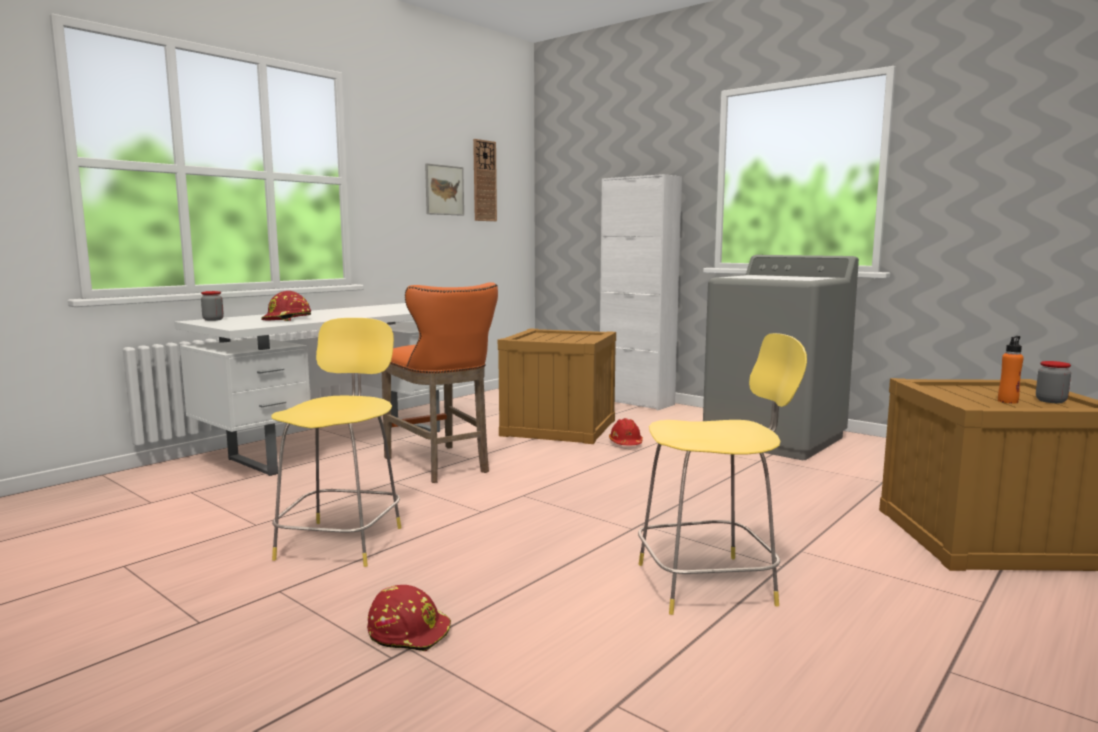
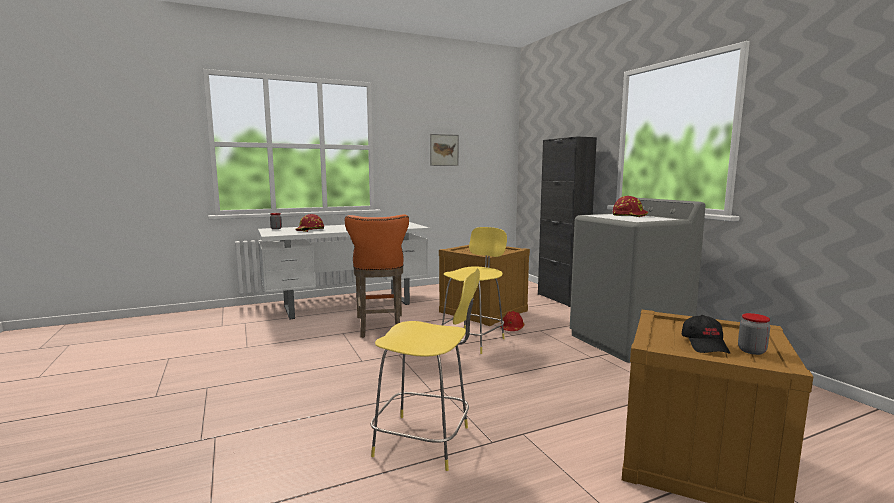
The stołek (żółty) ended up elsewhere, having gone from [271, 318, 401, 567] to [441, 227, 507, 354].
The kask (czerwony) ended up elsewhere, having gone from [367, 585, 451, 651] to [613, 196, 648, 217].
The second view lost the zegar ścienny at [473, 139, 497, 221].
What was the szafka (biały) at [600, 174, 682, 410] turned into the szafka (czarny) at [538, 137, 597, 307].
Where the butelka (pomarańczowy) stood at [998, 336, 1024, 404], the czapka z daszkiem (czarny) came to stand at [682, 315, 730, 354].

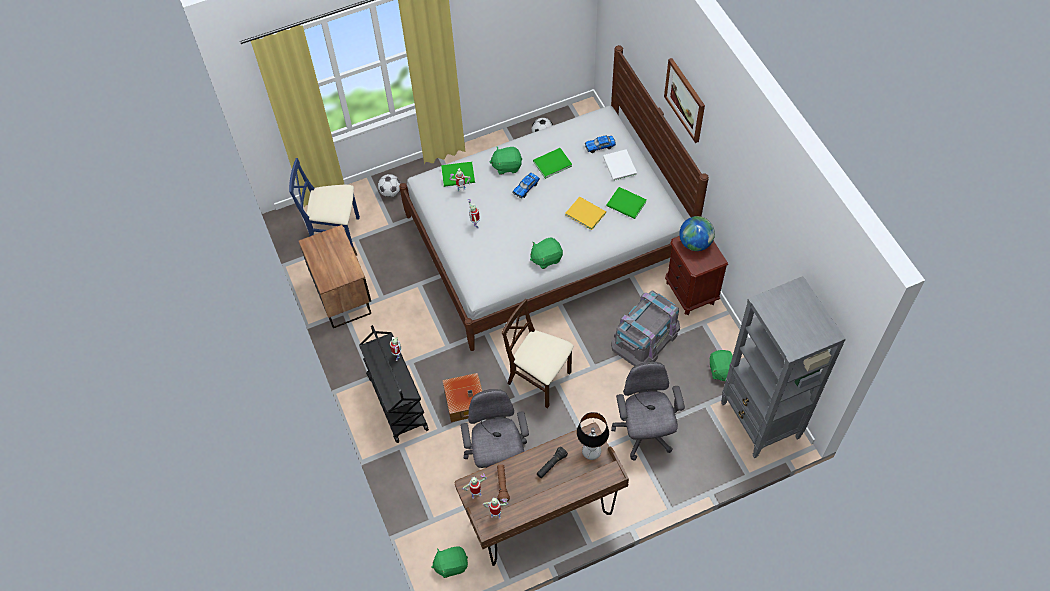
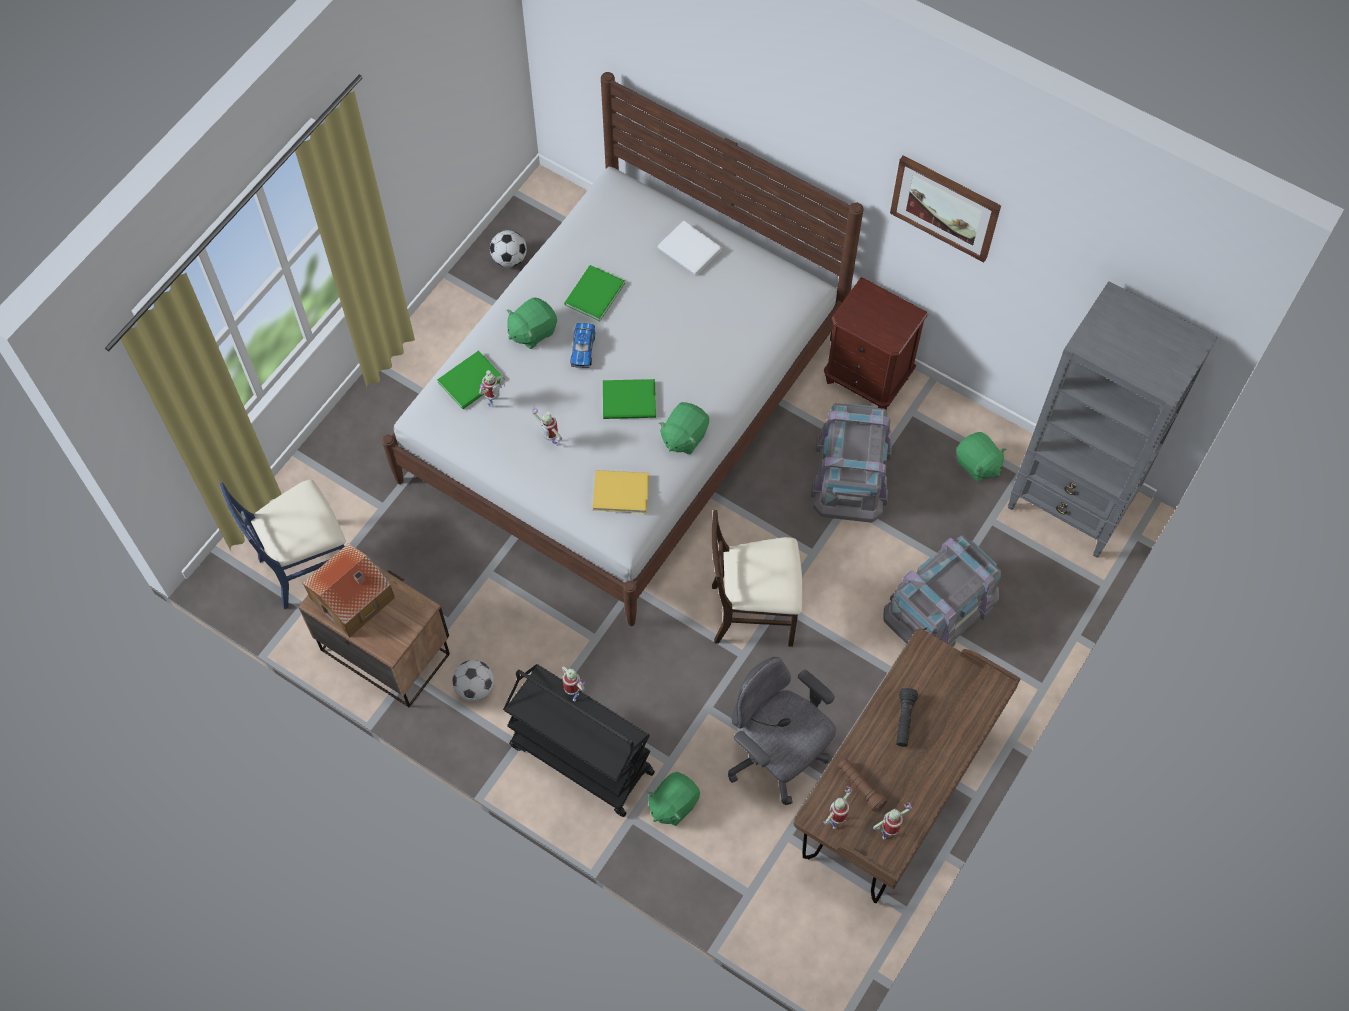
The piłka futbolowa ended up elsewhere, having gone from [378, 174, 401, 197] to [452, 660, 494, 701].
The pluszak (zielony) ended up elsewhere, having gone from [431, 546, 468, 578] to [648, 772, 700, 826].
The domek ended up elsewhere, having gone from [442, 373, 482, 422] to [303, 543, 395, 638].
The książka (żółty) ended up elsewhere, having gone from [566, 197, 606, 230] to [592, 470, 649, 513].
The second view lost the lampa stołowa at [577, 412, 609, 460].
The second view lost the samochodzik at [585, 136, 616, 153].
The książka (zielony) ended up elsewhere, having gone from [606, 187, 647, 219] to [603, 379, 656, 419].
Where the krzesło biurowe (szary) stood at [611, 362, 685, 461], the pojemnik do przechowywania (szary) came to stand at [884, 535, 1001, 647].
The obraz ended up elsewhere, having gone from [664, 58, 705, 143] to [890, 155, 1001, 263].
The second view lost the globus at [679, 216, 715, 251].

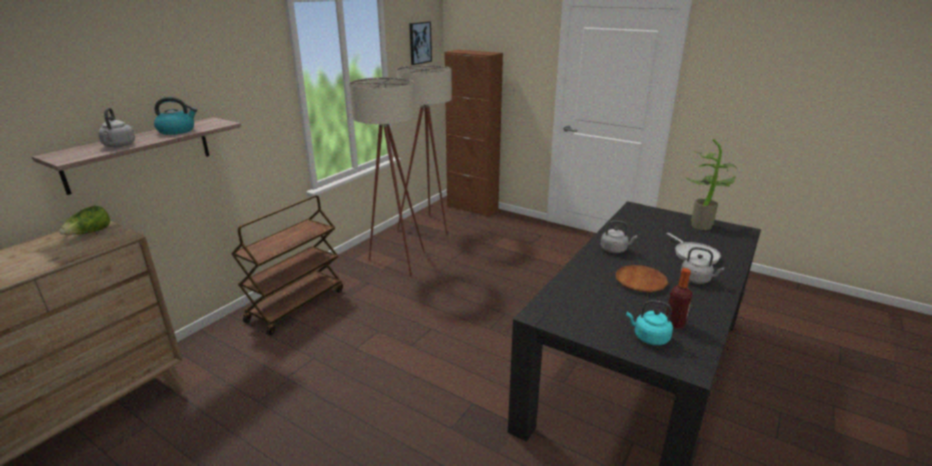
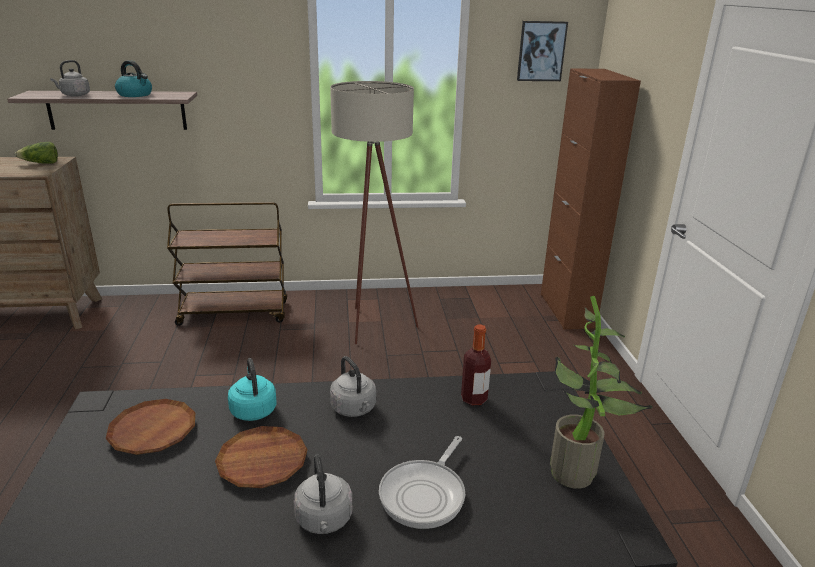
The second view lost the lampa stojąca (beżowy) at [396, 65, 452, 235].
The czajnik (turkusowy) ended up elsewhere, having gone from [626, 300, 673, 345] to [228, 358, 277, 421].
The butelka ended up elsewhere, having gone from [666, 268, 692, 329] to [461, 324, 491, 406].
The second view gained the talerz (brązowy) at [106, 399, 195, 455].

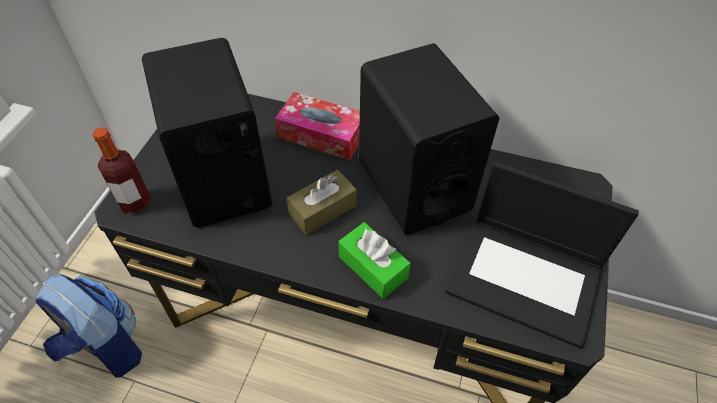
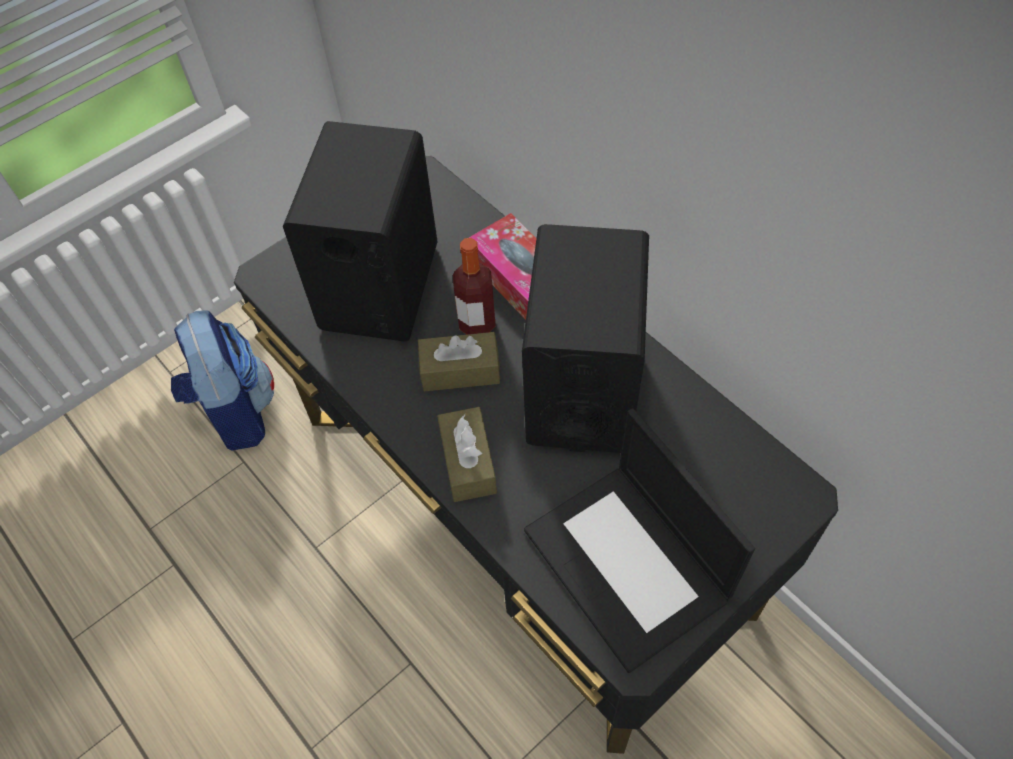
The butelka ended up elsewhere, having gone from [92, 127, 151, 213] to [453, 238, 496, 334].
What was the pudełko chusteczek (zielony) at [338, 222, 411, 299] turned into the pudełko chusteczek (brązowy) at [437, 407, 497, 502].

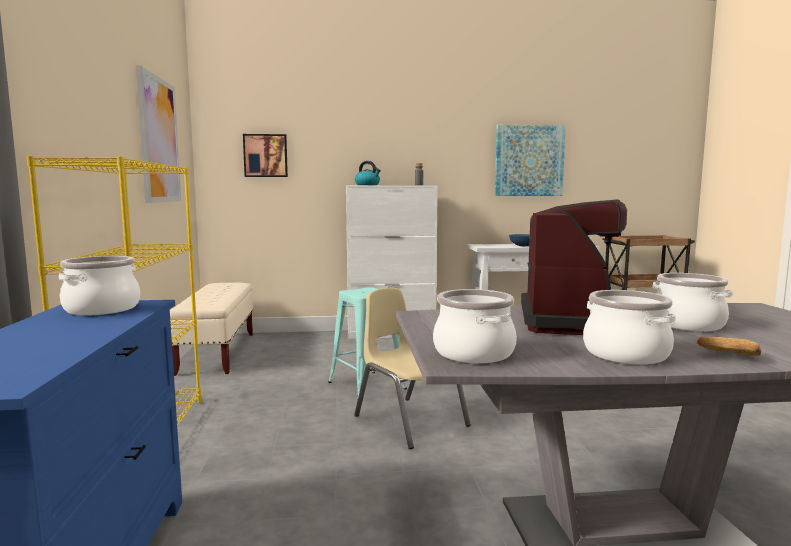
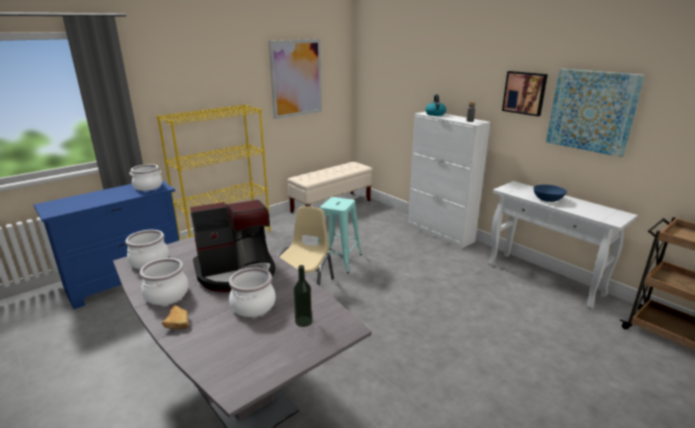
The obraz ended up elsewhere, having gone from [243, 134, 288, 177] to [502, 71, 548, 116].
The second view gained the butelka at [293, 265, 313, 327].

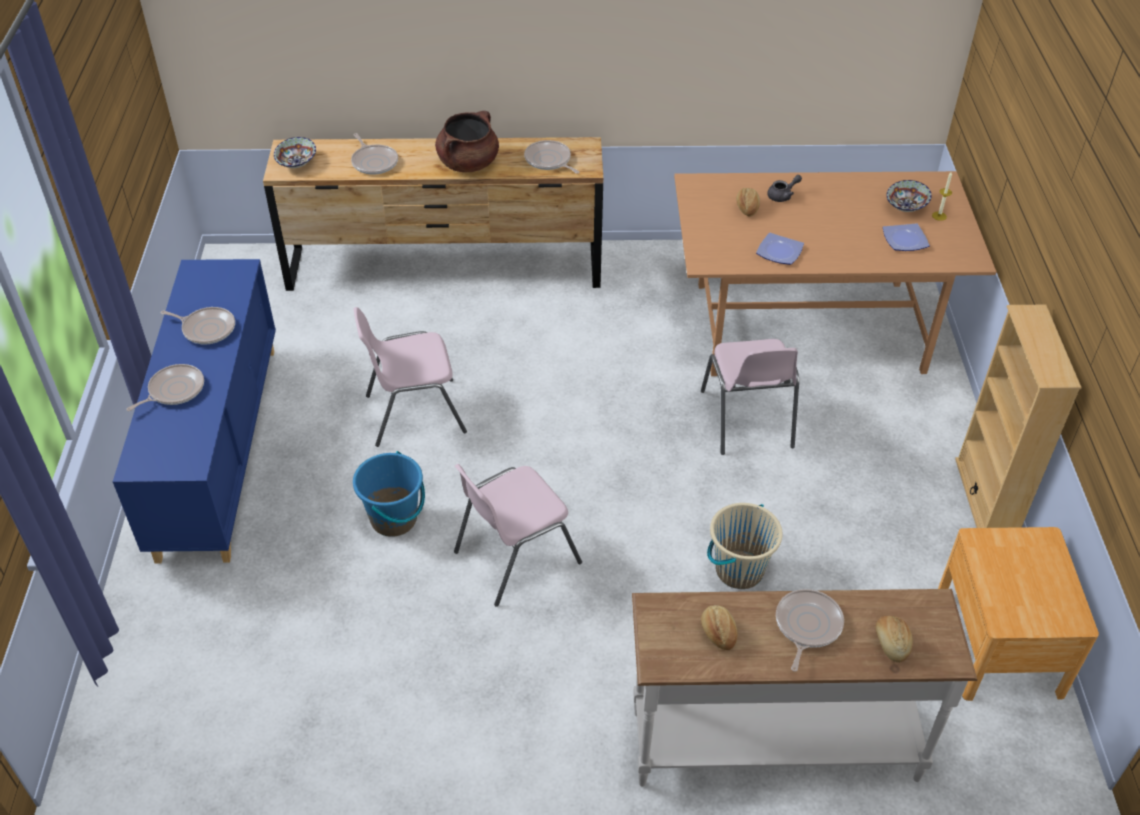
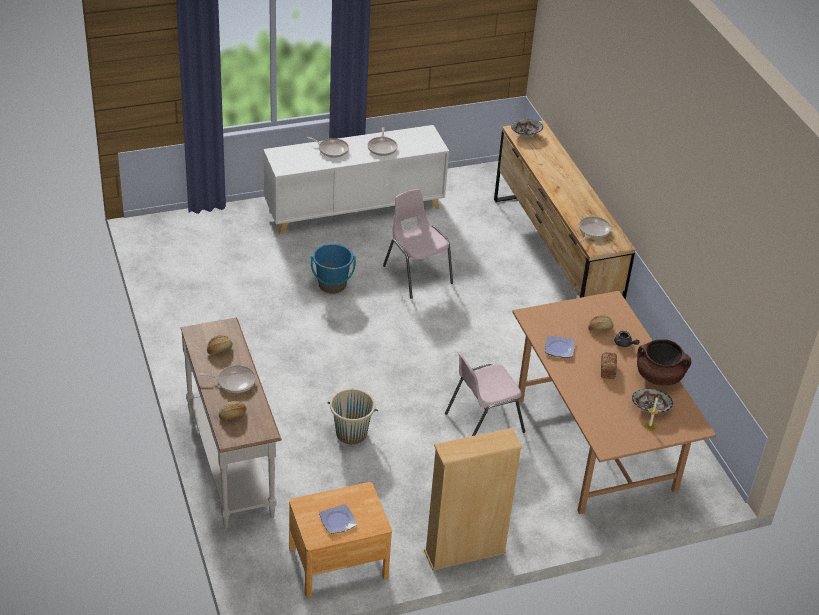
What was the szafka (niebieski) at [113, 259, 276, 563] turned into the szafka (biały) at [263, 125, 449, 235].
The second view lost the patelnia at [351, 133, 398, 175].
The garnek (brązowy) ended up elsewhere, having gone from [435, 111, 499, 172] to [637, 339, 691, 386].
The second view lost the krzesło (różowy) at [454, 464, 582, 607].
The talerz ended up elsewhere, having gone from [882, 223, 930, 251] to [319, 504, 357, 534].
The second view gained the chleb at [601, 352, 617, 379].

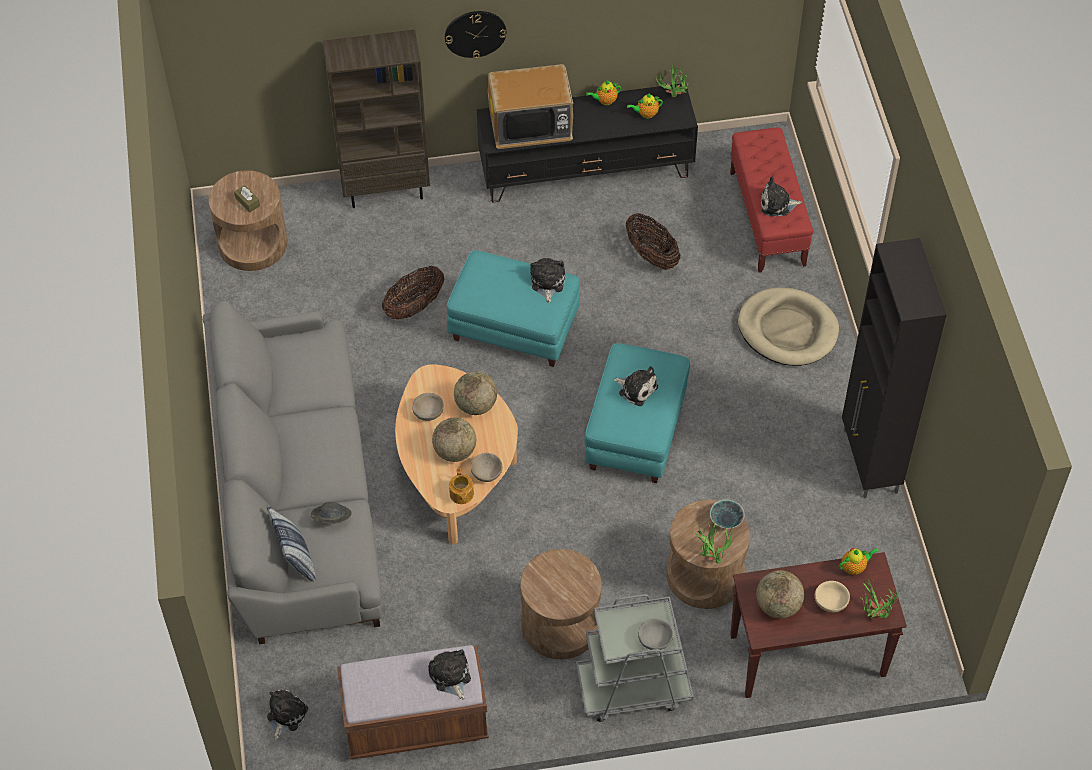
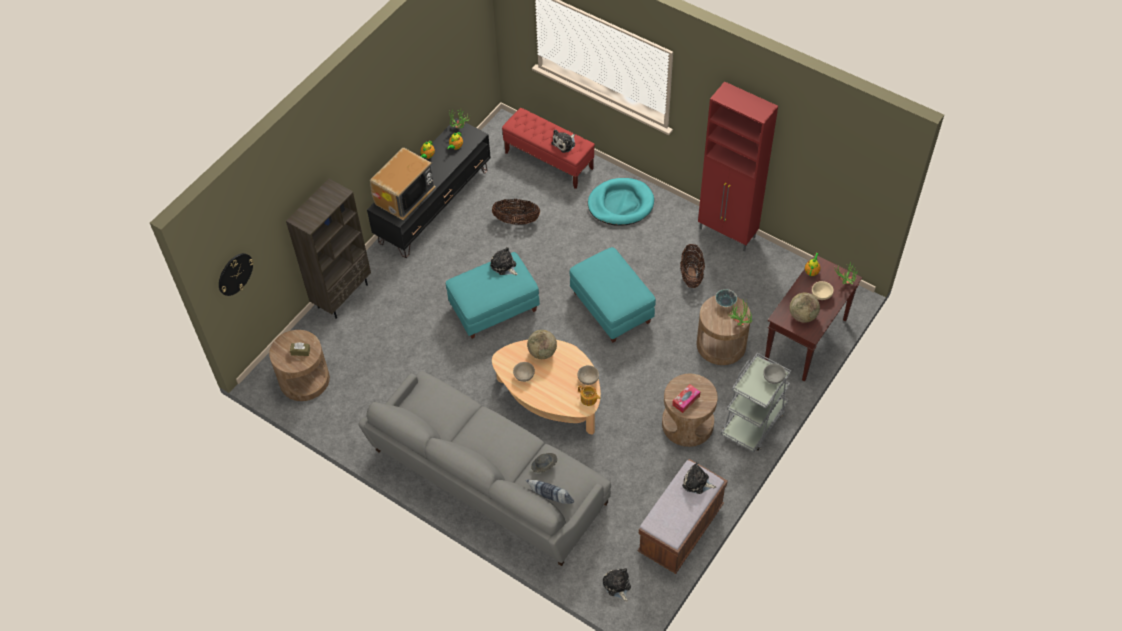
The koszyk ended up elsewhere, having gone from [382, 266, 444, 320] to [680, 244, 705, 288].
The second view lost the globus at [432, 418, 476, 462].
The zegar ścienny ended up elsewhere, having gone from [445, 11, 506, 59] to [219, 253, 254, 296].
The second view lost the pluszak at [613, 366, 658, 406].
What was the legowisko (beżowy) at [738, 287, 839, 366] turned into the legowisko (turkusowy) at [588, 178, 654, 226].
What was the szafka (czarny) at [842, 238, 946, 498] turned into the szafka (czerwony) at [698, 81, 778, 251].
The second view gained the pudełko chusteczek at [672, 384, 700, 413].

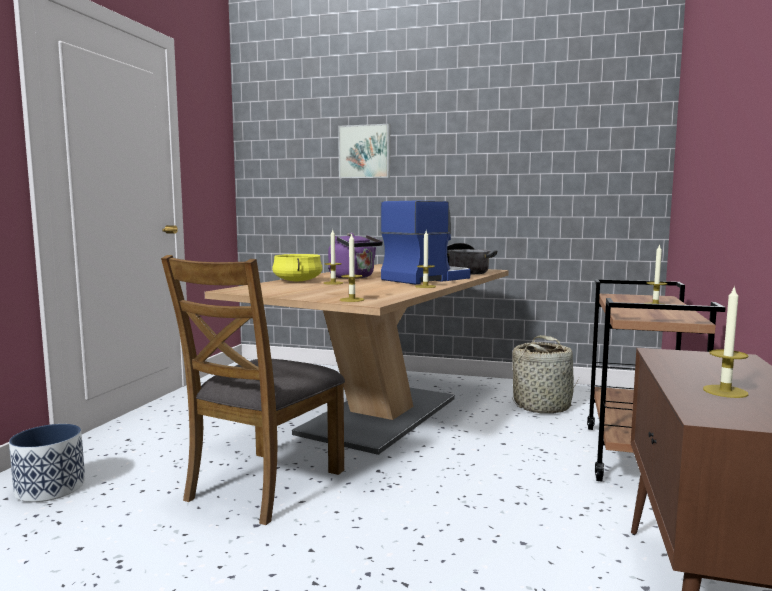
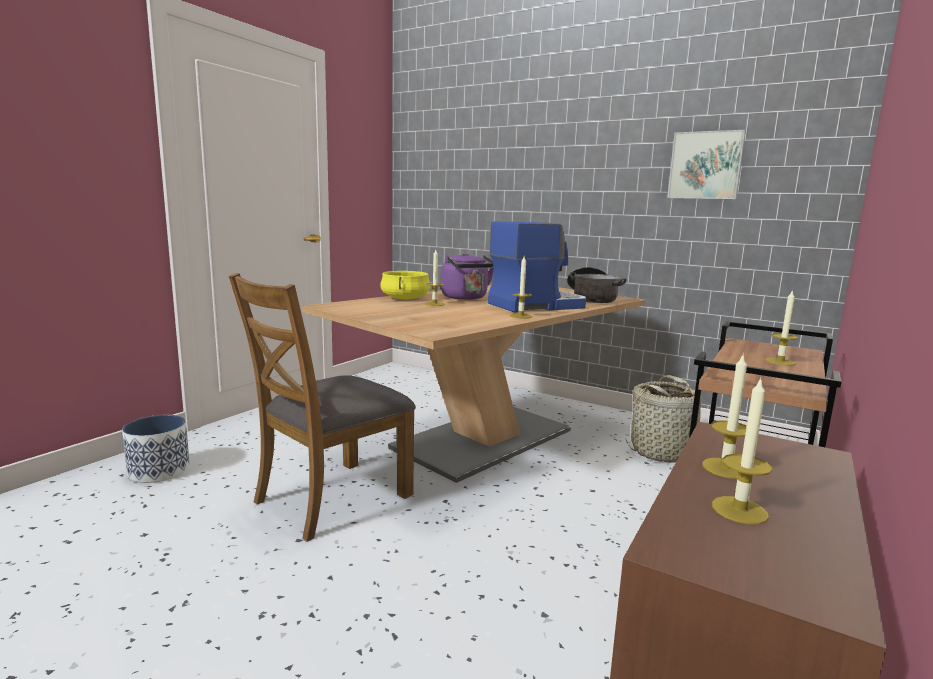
The obraz ended up elsewhere, having gone from [338, 124, 390, 179] to [667, 130, 746, 199].
The świeca ended up elsewhere, having gone from [340, 233, 365, 302] to [702, 353, 747, 479].

